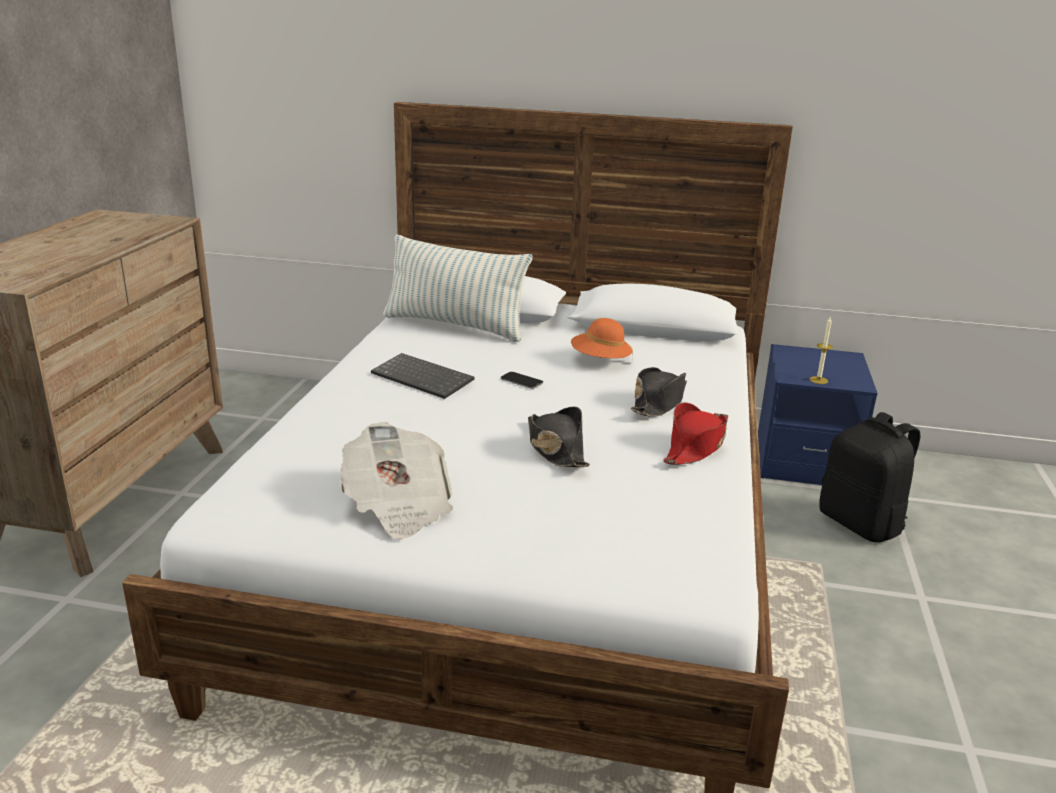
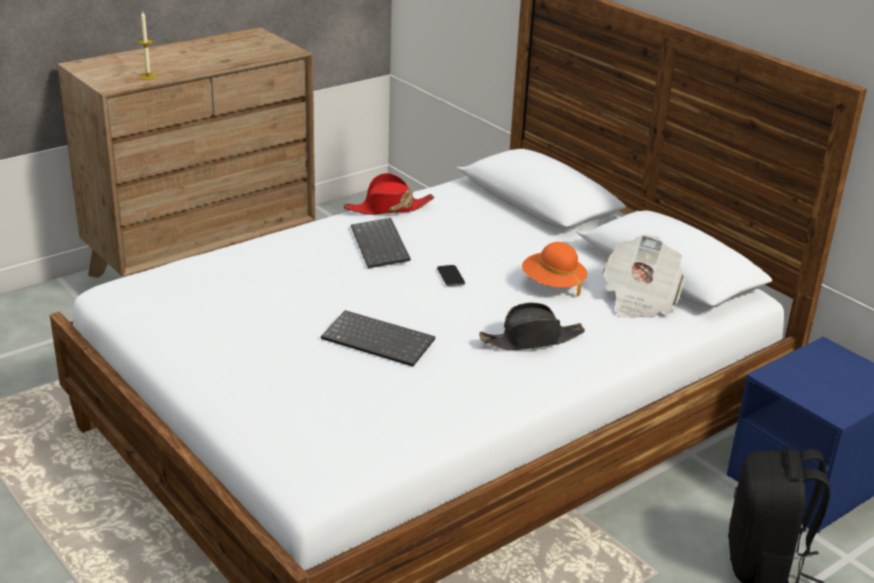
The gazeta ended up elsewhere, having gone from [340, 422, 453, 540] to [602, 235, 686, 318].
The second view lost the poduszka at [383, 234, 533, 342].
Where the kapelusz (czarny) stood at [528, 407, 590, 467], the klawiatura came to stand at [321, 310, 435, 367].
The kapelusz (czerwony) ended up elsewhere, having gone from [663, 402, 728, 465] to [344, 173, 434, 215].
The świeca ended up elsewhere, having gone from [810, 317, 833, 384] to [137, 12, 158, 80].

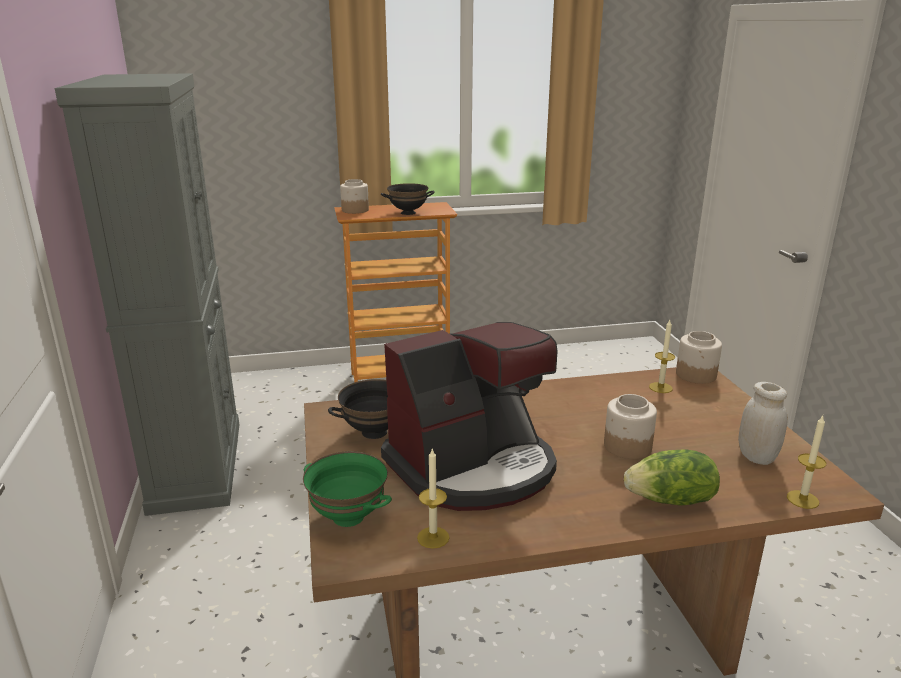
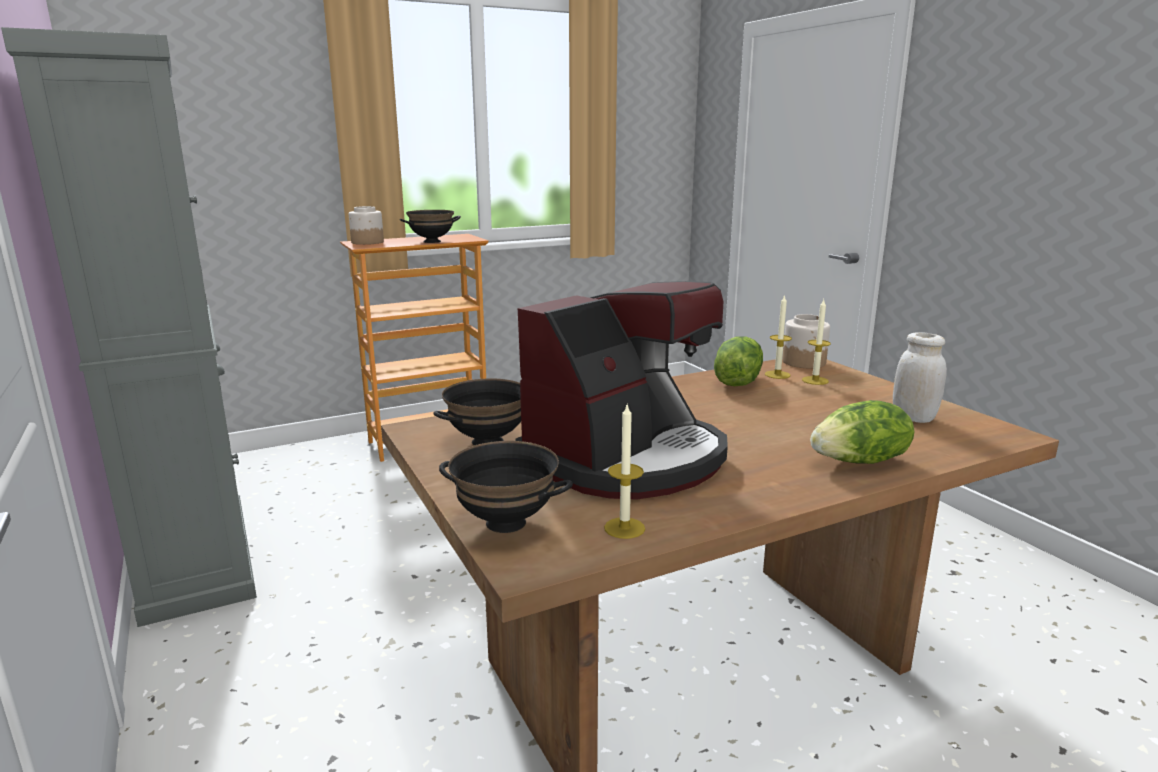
What was the miska (zielony) at [303, 451, 392, 527] turned into the miska (czarny) at [439, 441, 573, 533].
The second view lost the słoik at [604, 394, 657, 459].
The świeca ended up elsewhere, having gone from [787, 416, 826, 509] to [802, 300, 831, 385].
The second view gained the sałata at [714, 336, 763, 386].

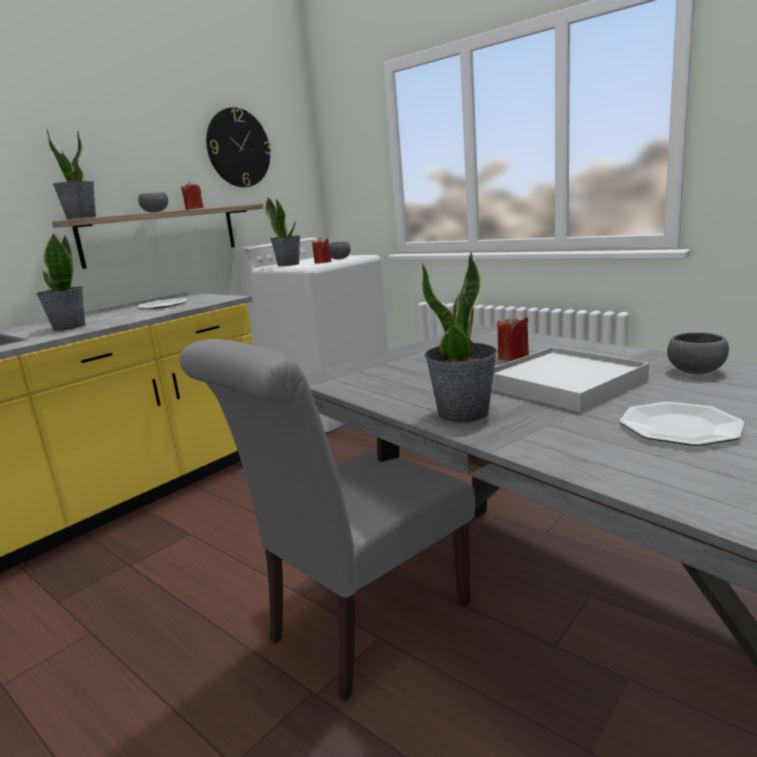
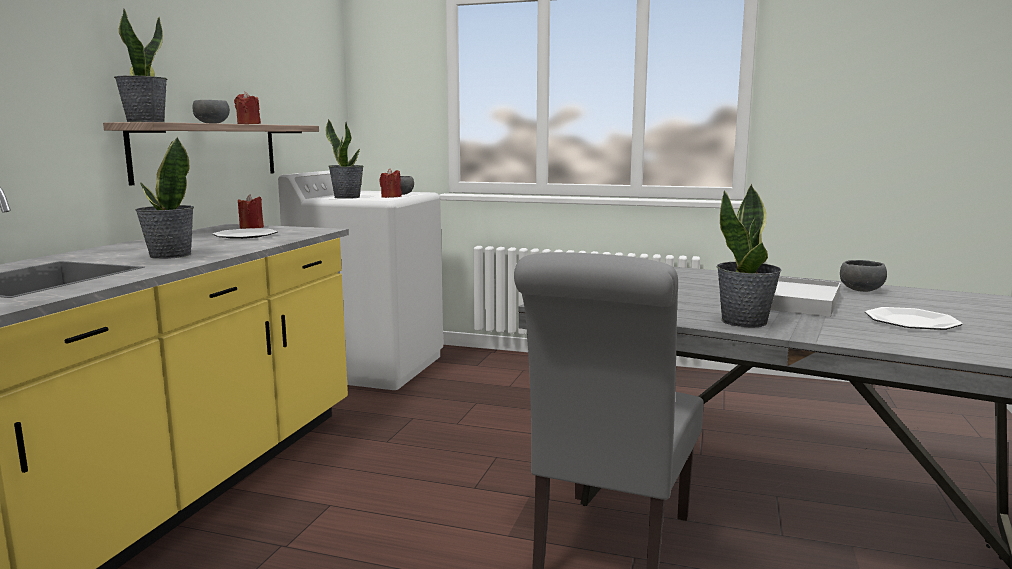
The second view lost the zegar ścienny at [206, 107, 271, 187].
The świeca (czerwony) ended up elsewhere, having gone from [497, 313, 529, 361] to [238, 194, 264, 229].

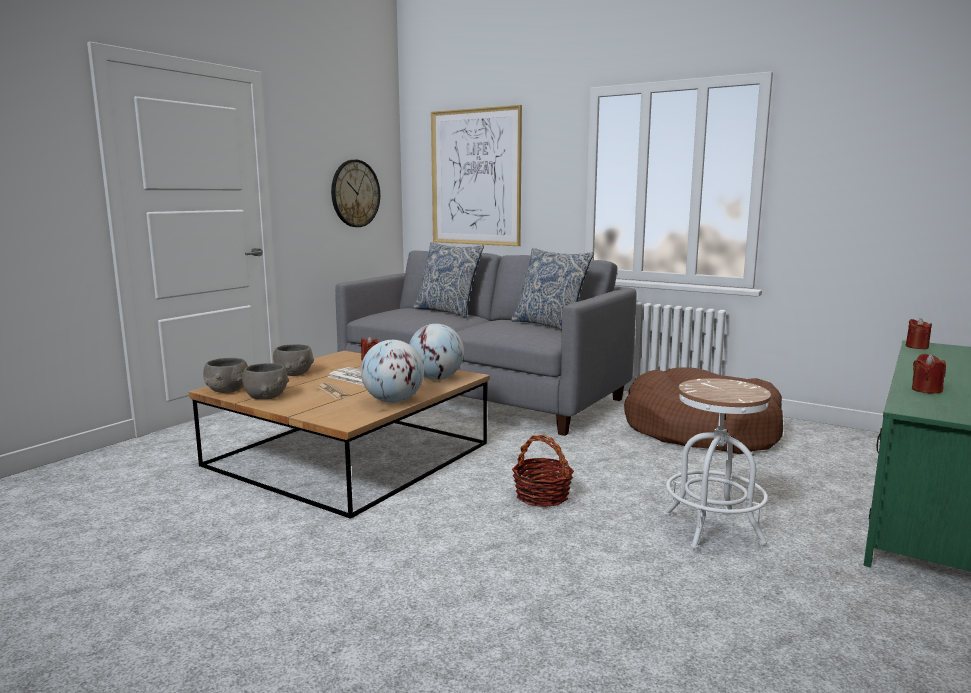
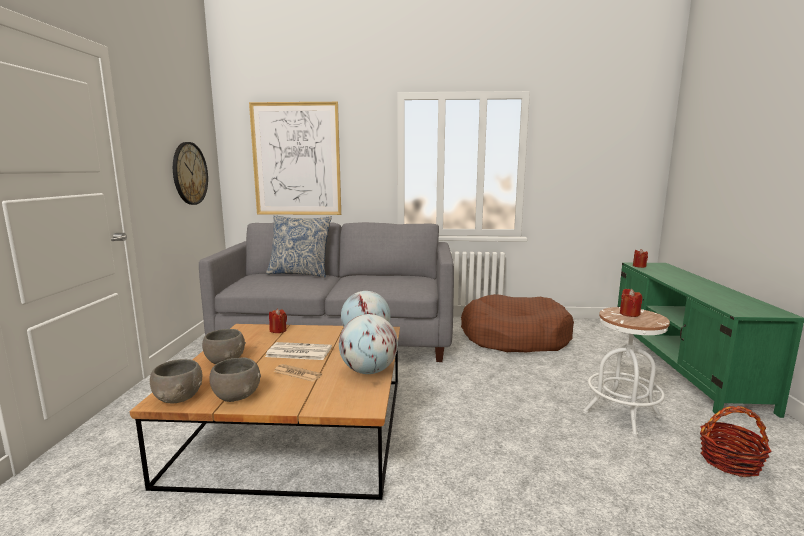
The second view lost the poduszka at [511, 248, 594, 330].
The koszyk ended up elsewhere, having gone from [512, 435, 574, 507] to [700, 406, 772, 477].
The świeca (czerwony) ended up elsewhere, having gone from [912, 354, 946, 394] to [620, 289, 642, 317].

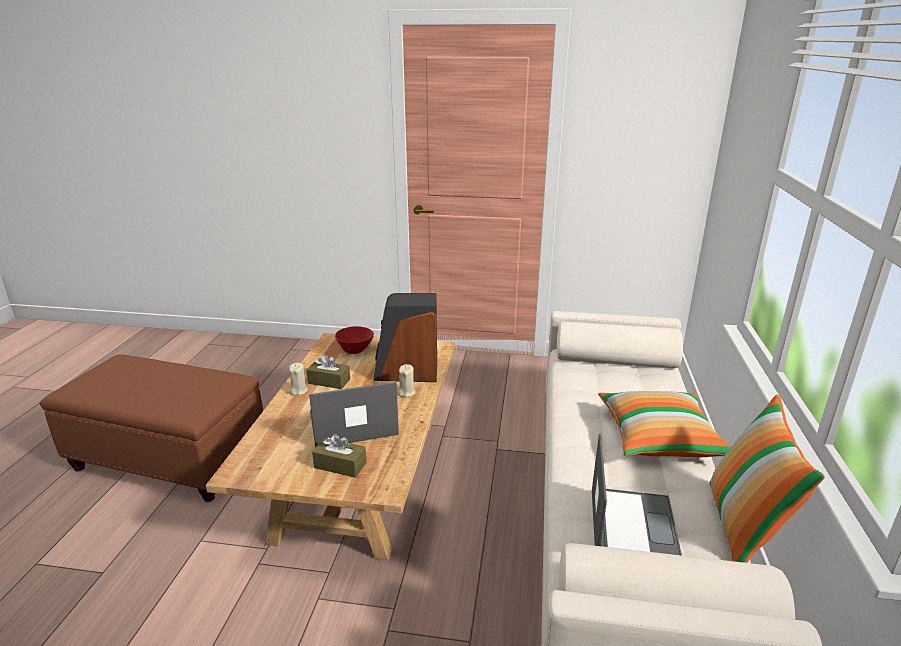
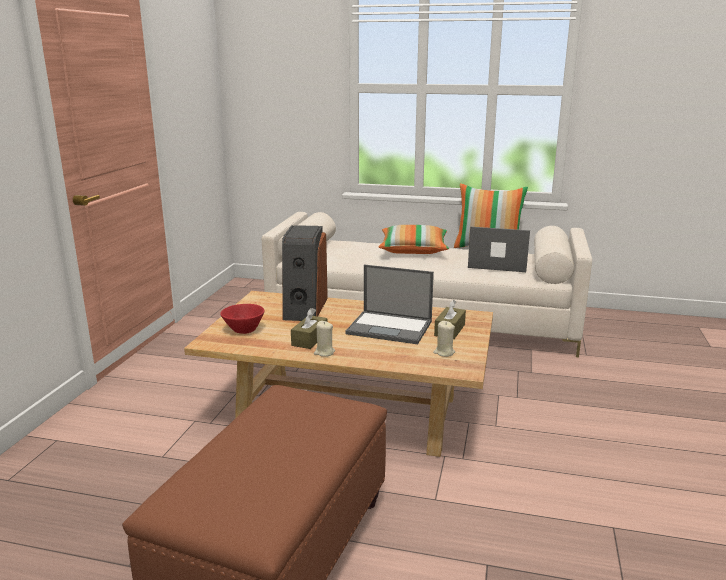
The laptop at [309, 382, 399, 448] ended up facing another way, 60 degrees counterclockwise from before.
The świeca (beżowy) ended up elsewhere, having gone from [397, 364, 416, 397] to [433, 321, 455, 357].

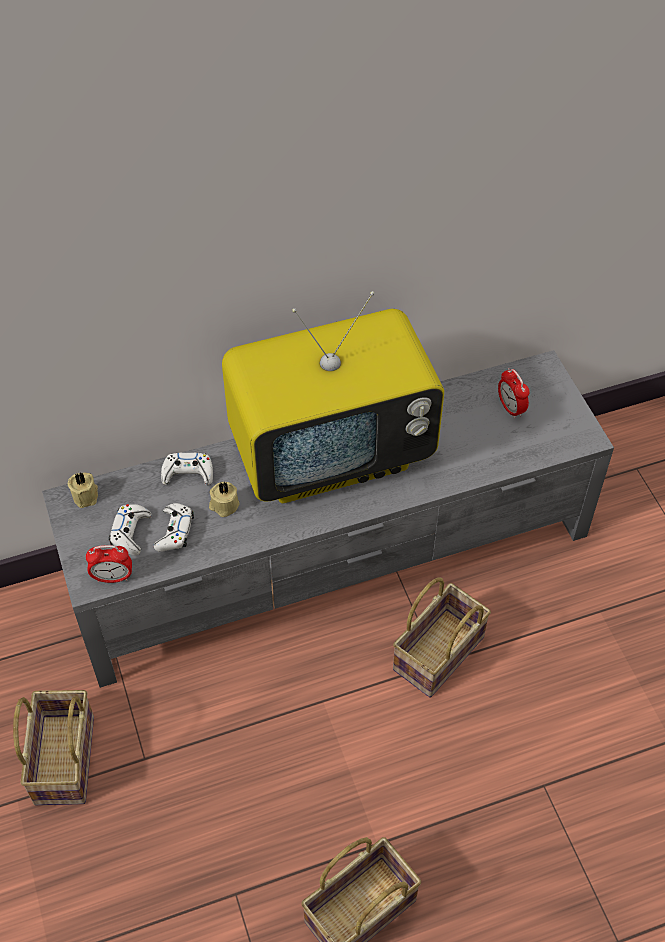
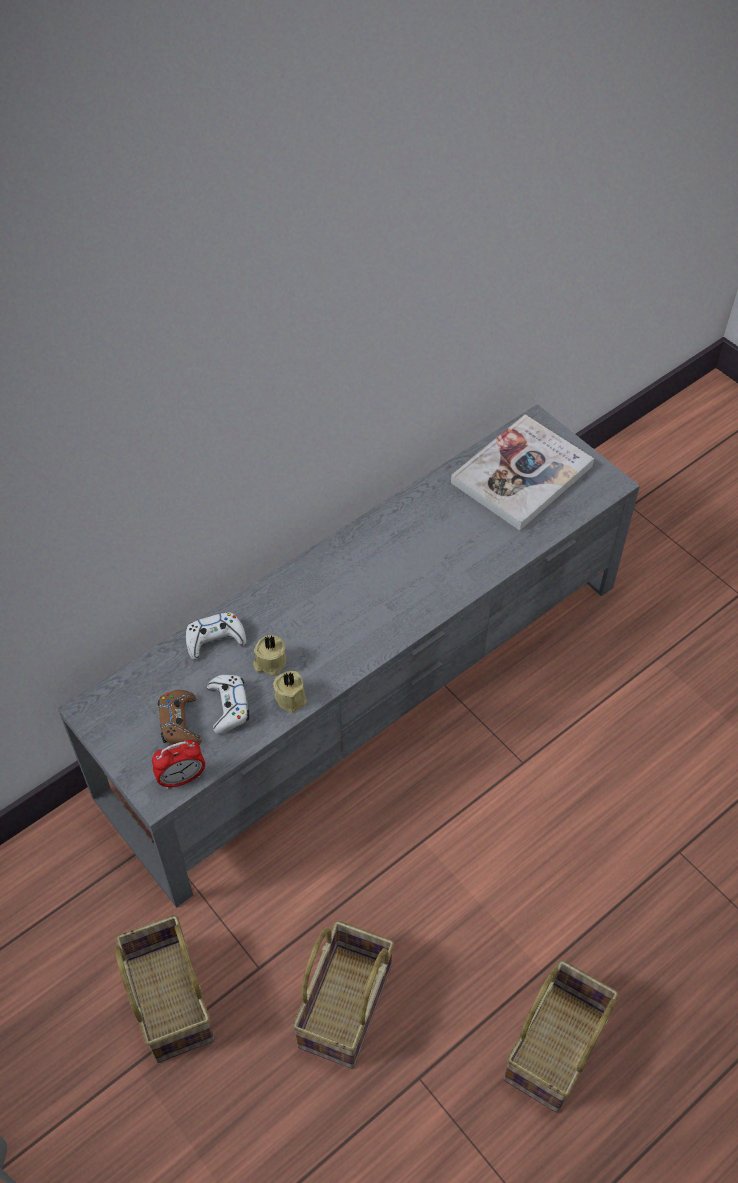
The świeca (beżowy) ended up elsewhere, having gone from [68, 472, 98, 508] to [273, 670, 307, 713].
What was the pad do gier (biały) at [109, 504, 152, 556] turned into the pad do gier (brązowy) at [158, 690, 202, 745].
The second view lost the telewizor at [222, 291, 444, 503].
The koszyk ended up elsewhere, having gone from [393, 578, 491, 697] to [292, 921, 395, 1069].
Where the budzik stood at [498, 368, 530, 419], the książka came to stand at [451, 414, 594, 531].

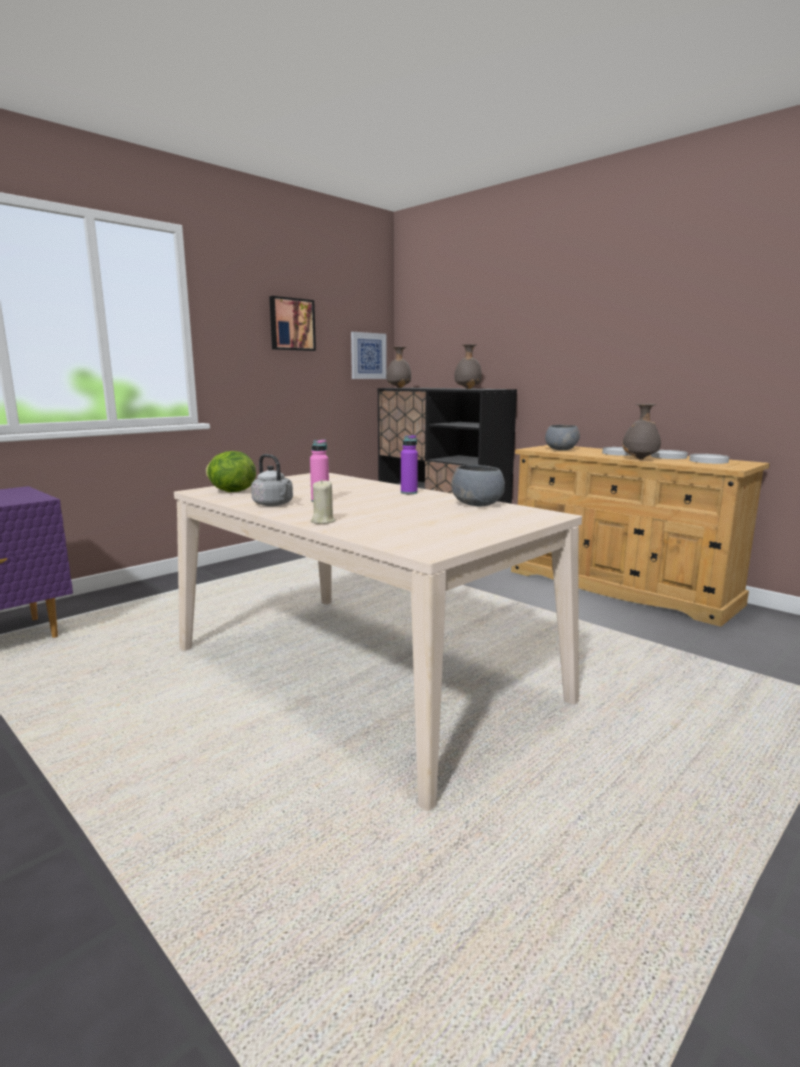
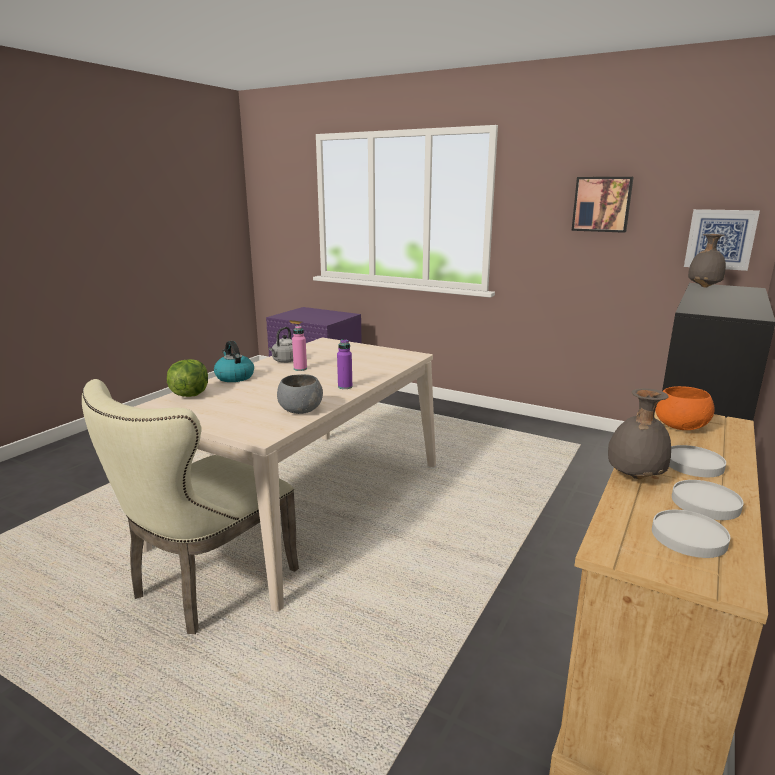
The sałata ended up elsewhere, having gone from [206, 451, 256, 492] to [167, 359, 208, 397].
Where the świeca (beżowy) stood at [311, 479, 335, 524], the czajnik came to stand at [214, 341, 254, 382].
The second view lost the wazon (szary) at [454, 344, 482, 389].
What was the miska (szary) at [545, 425, 580, 450] turned into the miska (pomarańczowy) at [655, 386, 714, 430].
The second view gained the krzesło (beżowy) at [82, 379, 299, 634].

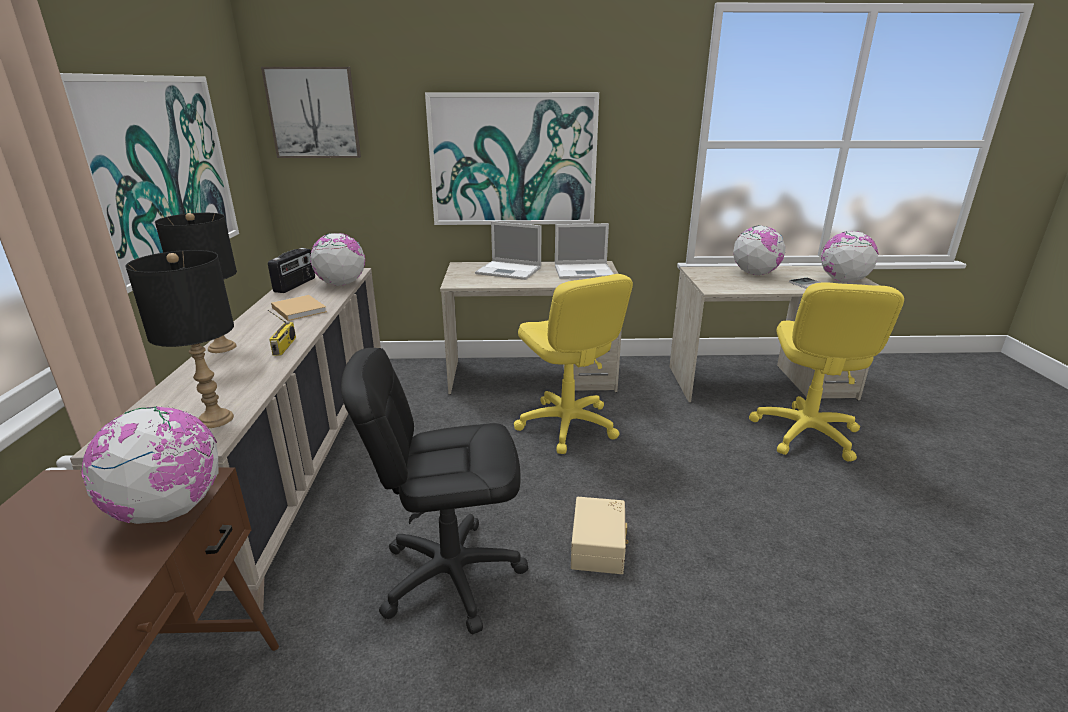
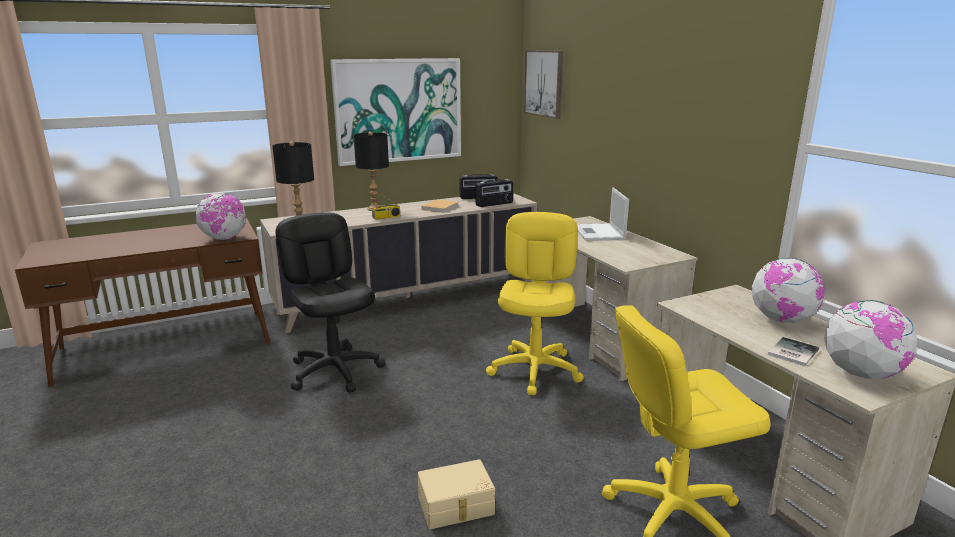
Where the globus stood at [310, 233, 365, 286], the radio came to stand at [476, 179, 513, 207].
The second view lost the obraz at [425, 92, 599, 225].
The krzesło biurowe (żółty) at [514, 274, 633, 454] ended up facing another way, 150 degrees clockwise from before.
The second view lost the laptop at [555, 223, 614, 279].
The pojemnik do przechowywania (beżowy) ended up elsewhere, having gone from [571, 497, 629, 574] to [418, 459, 495, 529].

